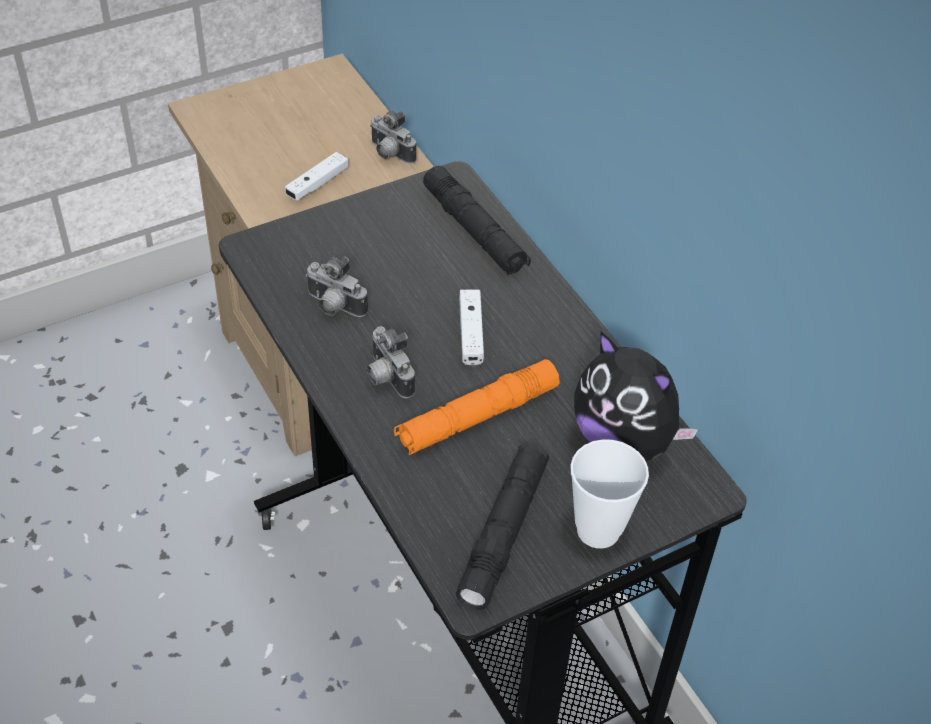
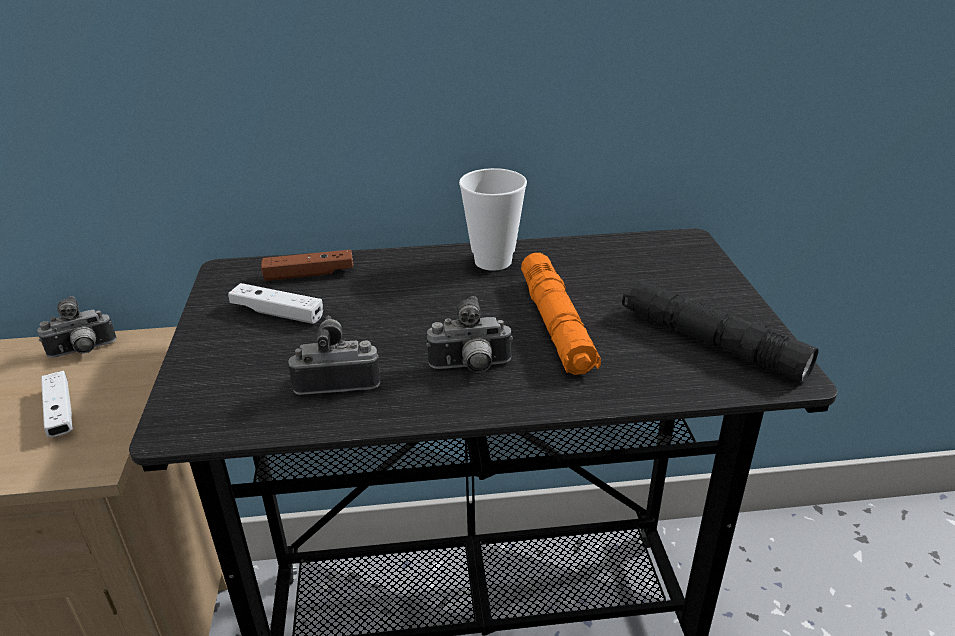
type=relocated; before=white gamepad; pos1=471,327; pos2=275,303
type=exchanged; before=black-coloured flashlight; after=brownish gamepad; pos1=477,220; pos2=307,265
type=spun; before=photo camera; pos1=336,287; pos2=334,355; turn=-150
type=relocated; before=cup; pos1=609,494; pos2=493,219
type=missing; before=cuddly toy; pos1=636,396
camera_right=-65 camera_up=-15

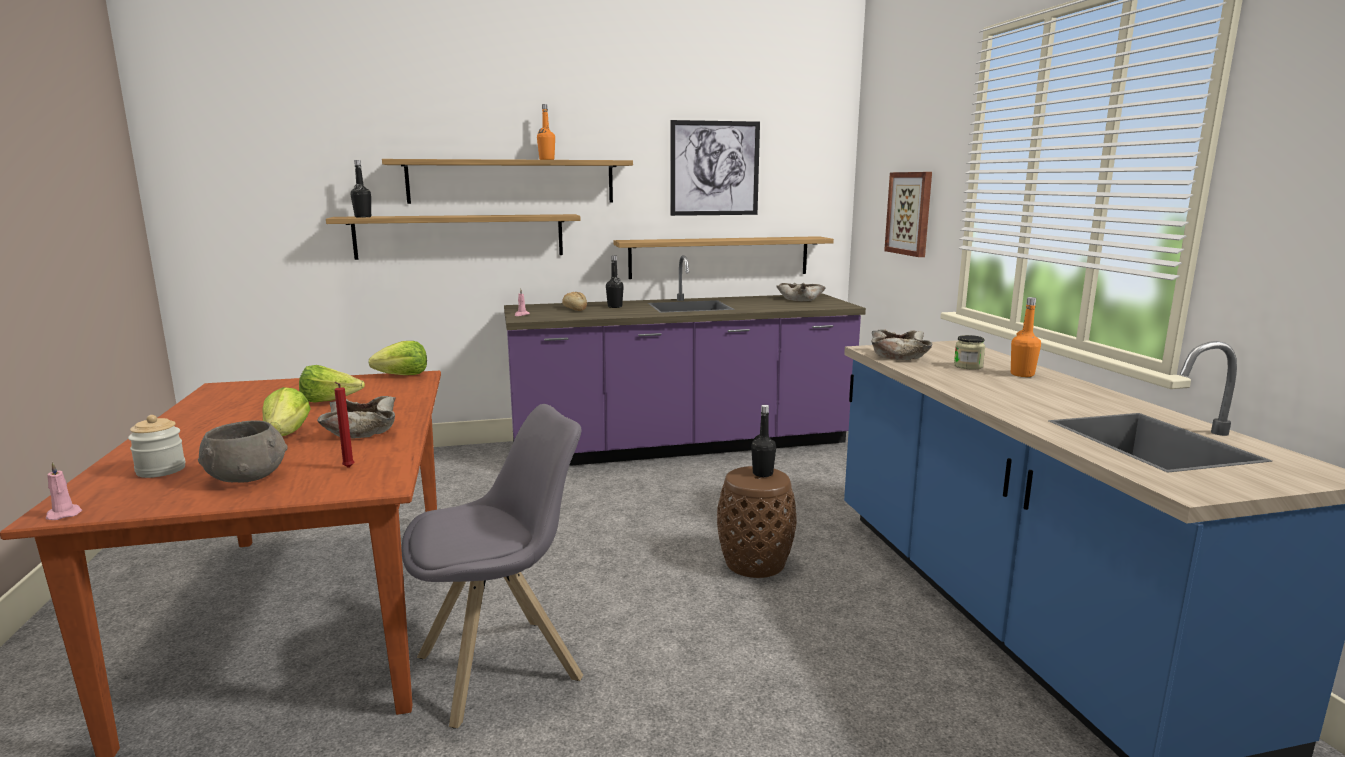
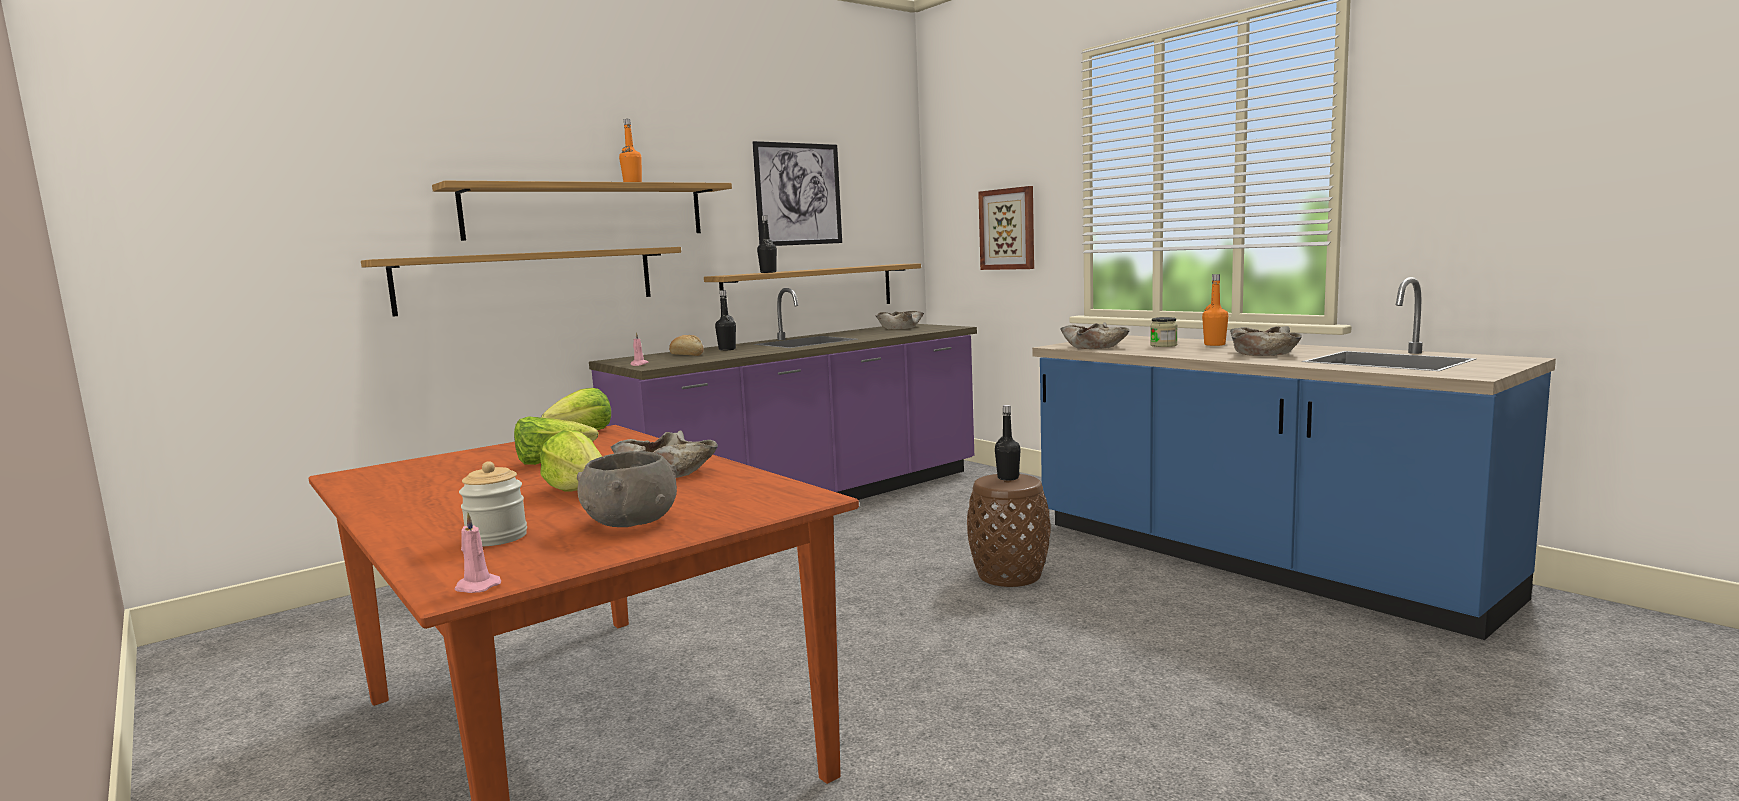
type=relocated; before=black-coloured drink bottle; pos1=360,188; pos2=767,244
type=appeared; after=beige-coloured deep dish; pos2=1266,341
type=missing; before=red-coloured candle; pos1=344,425
type=missing; before=gray chair; pos1=492,566
camera_right=-25 camera_up=-5

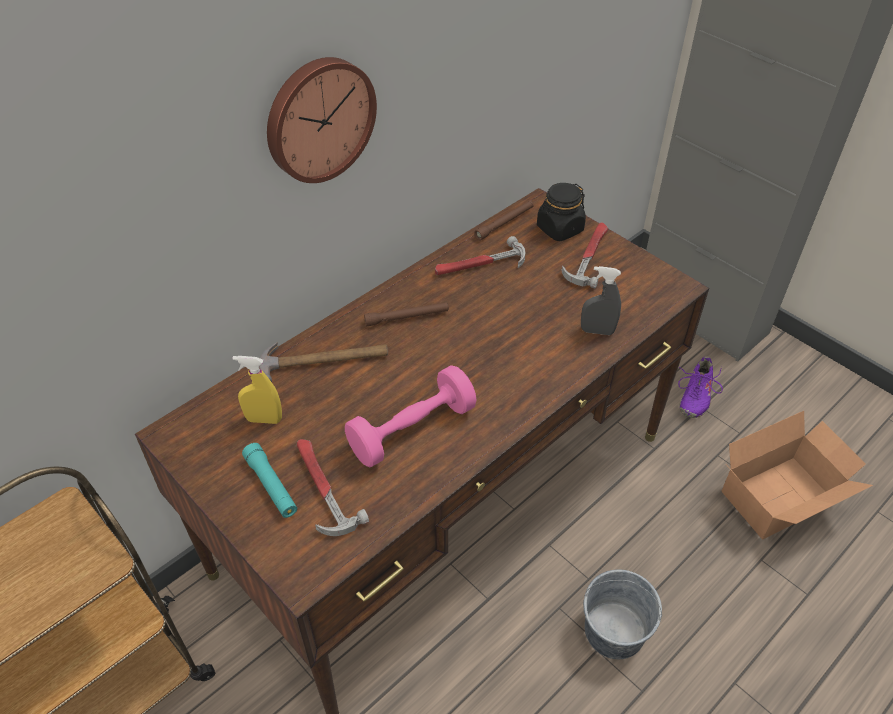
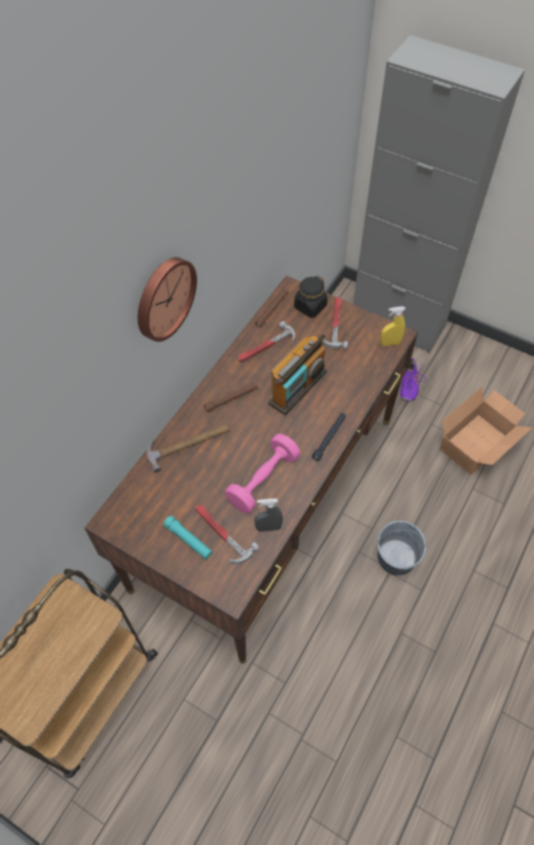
type=relocated; before=gray hand sprayer; pos1=601,300; pos2=268,515
type=appeared; after=radio receiver; pos2=297,374
type=appeared; after=black-coloured flashlight; pos2=329,437
type=relocated; before=yellowish hand sprayer; pos1=257,390; pos2=392,326
camera_right=-15 camera_up=10

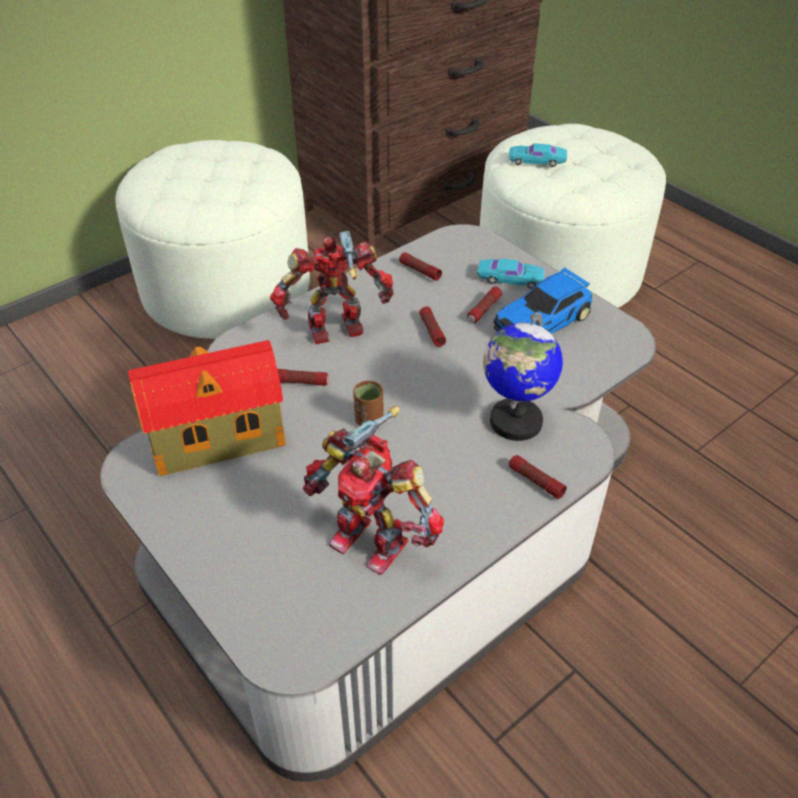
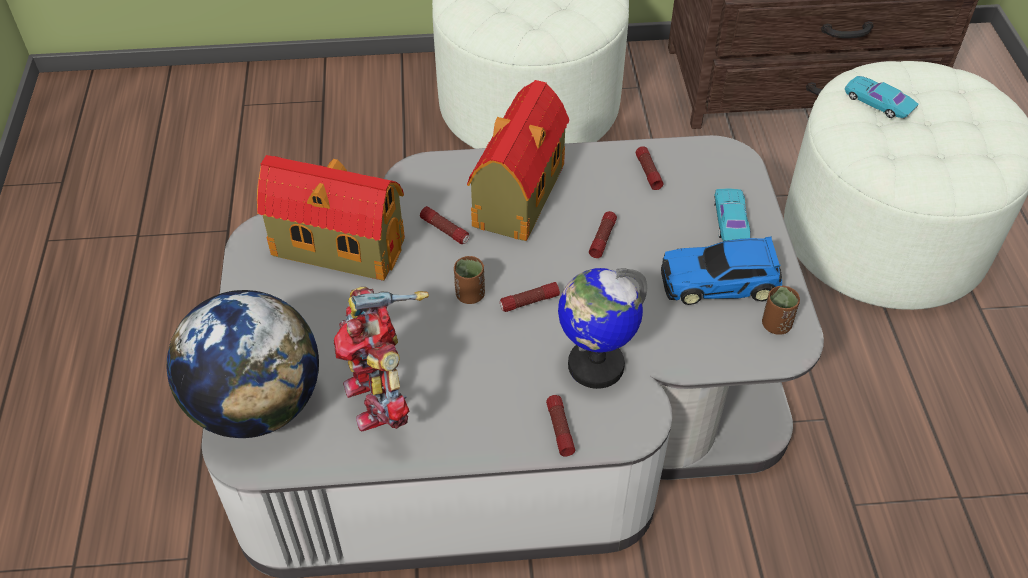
type=appeared; after=desk globe; pos2=243,364
type=exchanged; before=toy robot; after=miniature house; pos1=332,287; pos2=518,160
type=relocated; before=flashlight; pos1=484,305; pos2=530,297
type=spun; before=turquoise-coloured model car; pos1=511,274; pos2=732,214; turn=-135
type=appeared; after=brownish cup; pos2=781,310
camera_right=35 camera_up=5

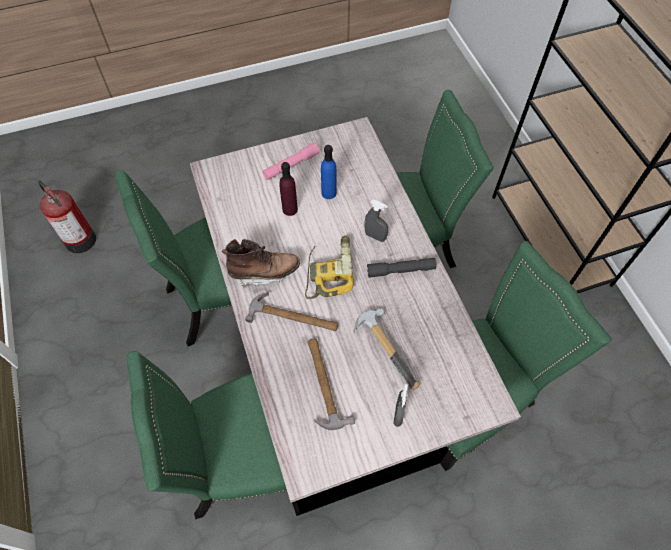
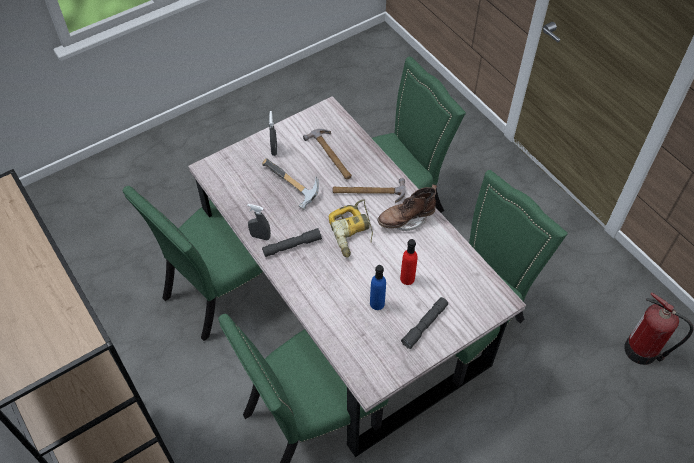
type=relocated; before=gray hand sprayer; pos1=376,221; pos2=259,222
type=colour; before=purple drink bottle; after=red-coloured drink bottle; pos1=288,189; pos2=409,262
type=colour; before=pink-coloured flashlight; after=gray flashlight; pos1=291,161; pos2=424,323
camera_right=165 camera_up=-5

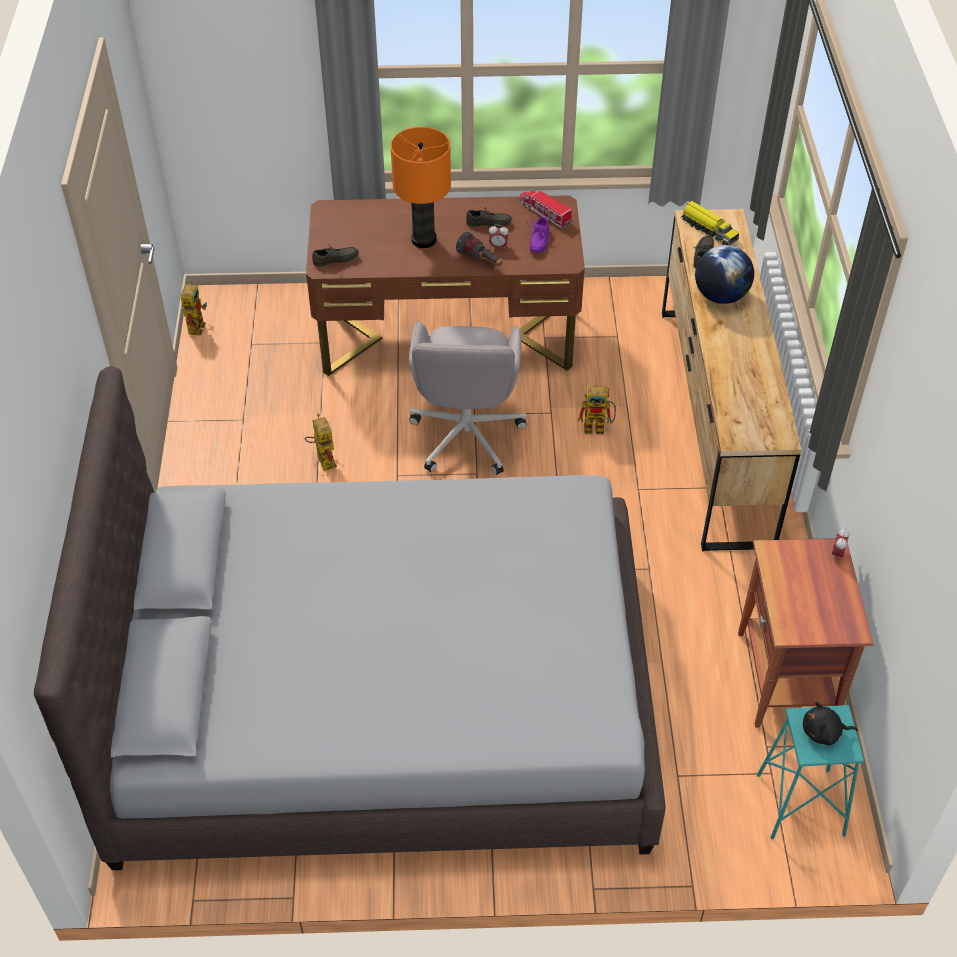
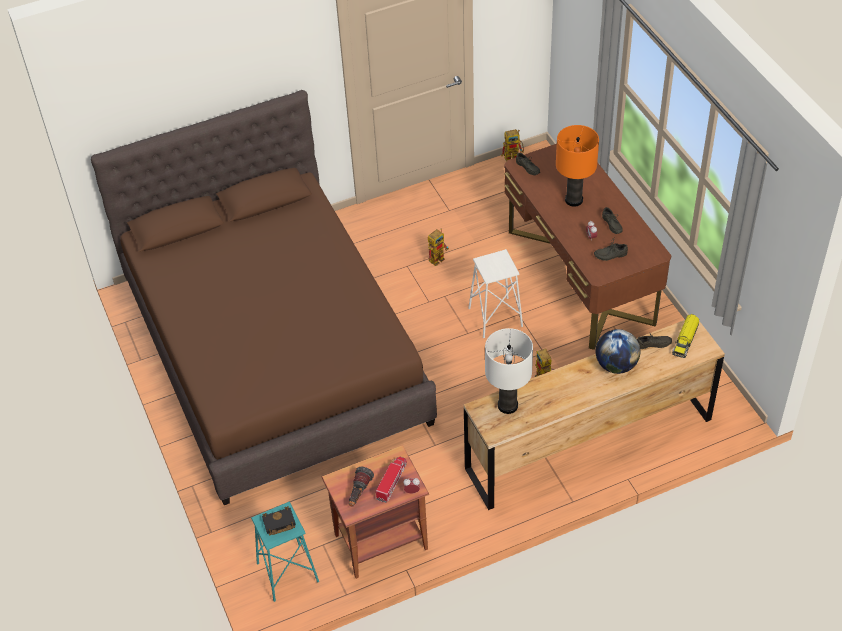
type=colour; before=gray sleeping bed; after=brownish sleeping bed; pos1=350,618; pos2=264,297
type=exchanged; before=black-coloured cuddly toy; after=black-coloured volume; pos1=830,723; pos2=279,520
type=relocated; before=flashlight; pos1=479,249; pos2=361,487
type=relocated; before=toy truck; pos1=545,208; pos2=391,480
type=exchanged; before=gray office chair; after=white stool seat; pos1=468,398; pos2=495,293
type=appeared; after=white table lamp; pos2=509,371
type=colour; before=purple low shoe; after=gray low shoe; pos1=538,235; pos2=611,249
camera_right=70 camera_up=0

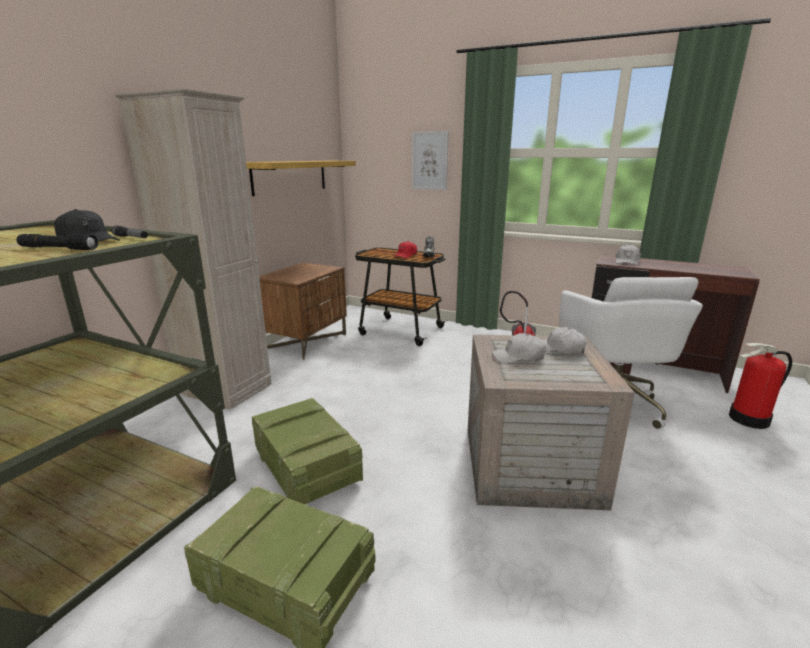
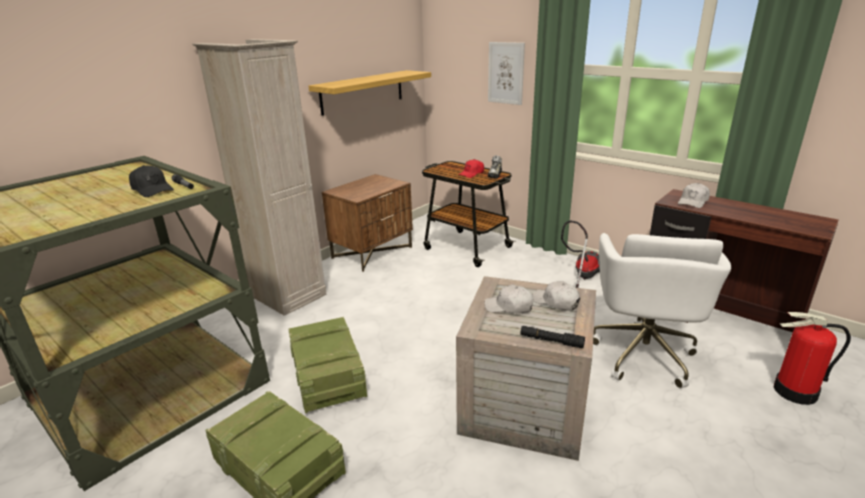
type=relocated; before=black-coloured flashlight; pos1=57,242; pos2=552,337
camera_right=15 camera_up=5

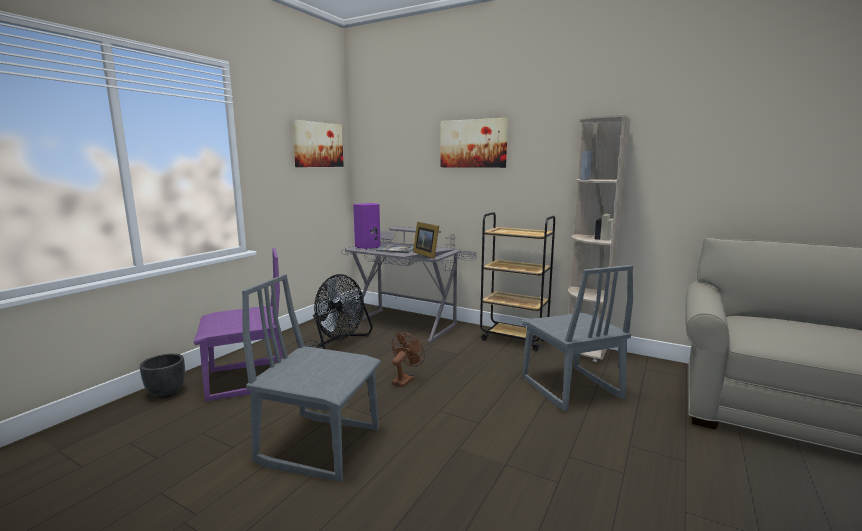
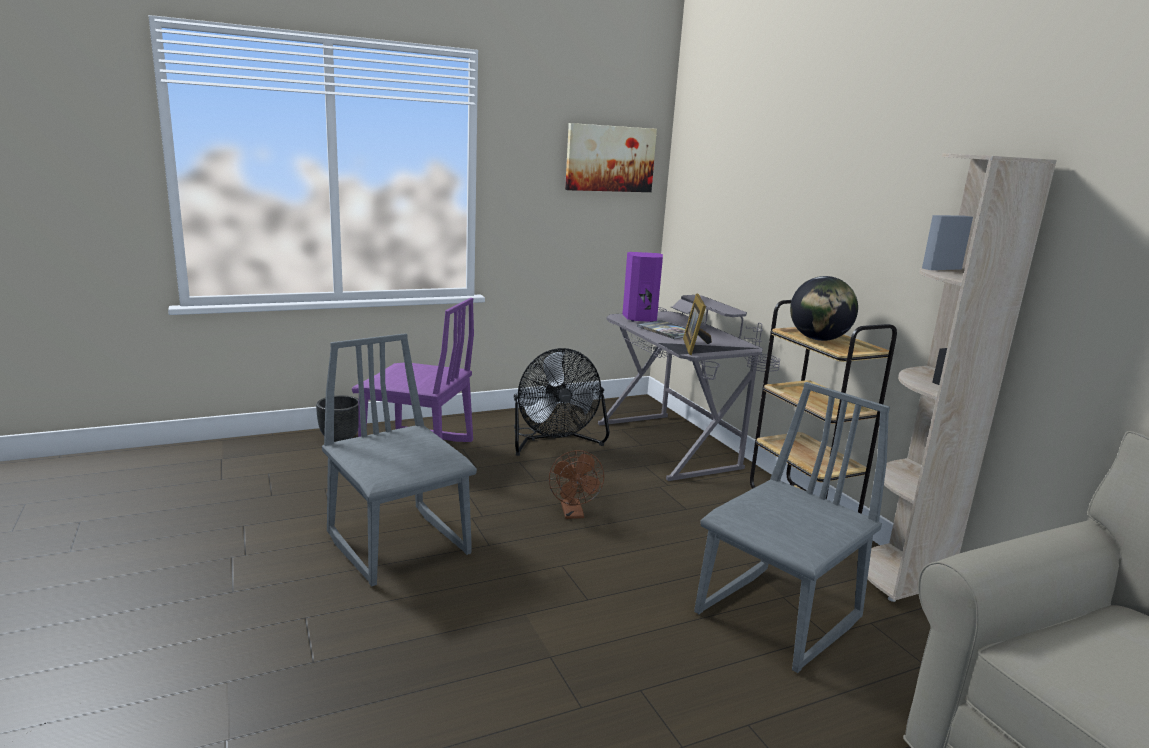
type=spun; before=brownish fan; pos1=408,359; pos2=576,484; turn=105
type=spun; before=gray chair; pos1=577,338; pos2=792,527; turn=-150
type=appeared; after=desk globe; pos2=824,308
type=missing; before=wall art; pos1=474,143
camera_right=35 camera_up=5

